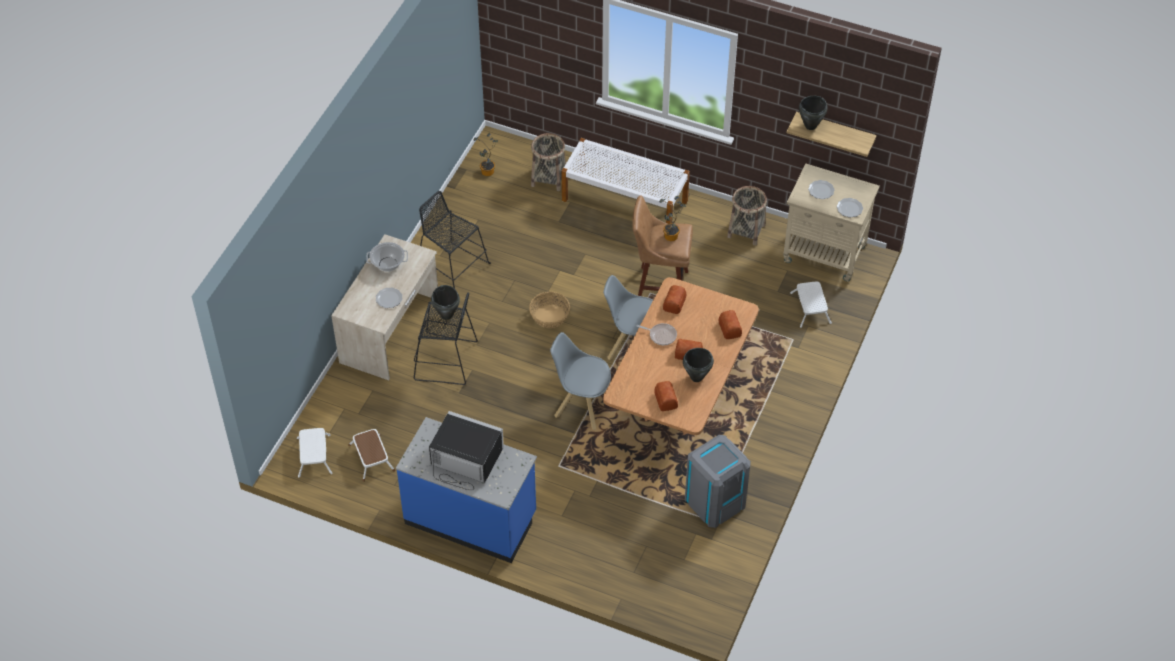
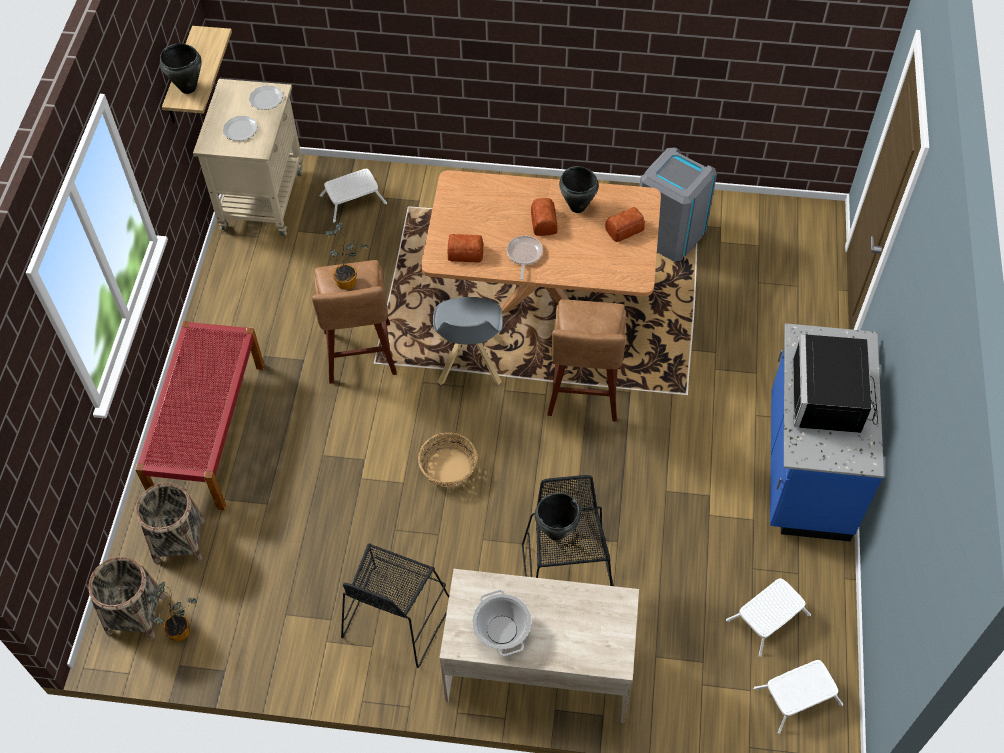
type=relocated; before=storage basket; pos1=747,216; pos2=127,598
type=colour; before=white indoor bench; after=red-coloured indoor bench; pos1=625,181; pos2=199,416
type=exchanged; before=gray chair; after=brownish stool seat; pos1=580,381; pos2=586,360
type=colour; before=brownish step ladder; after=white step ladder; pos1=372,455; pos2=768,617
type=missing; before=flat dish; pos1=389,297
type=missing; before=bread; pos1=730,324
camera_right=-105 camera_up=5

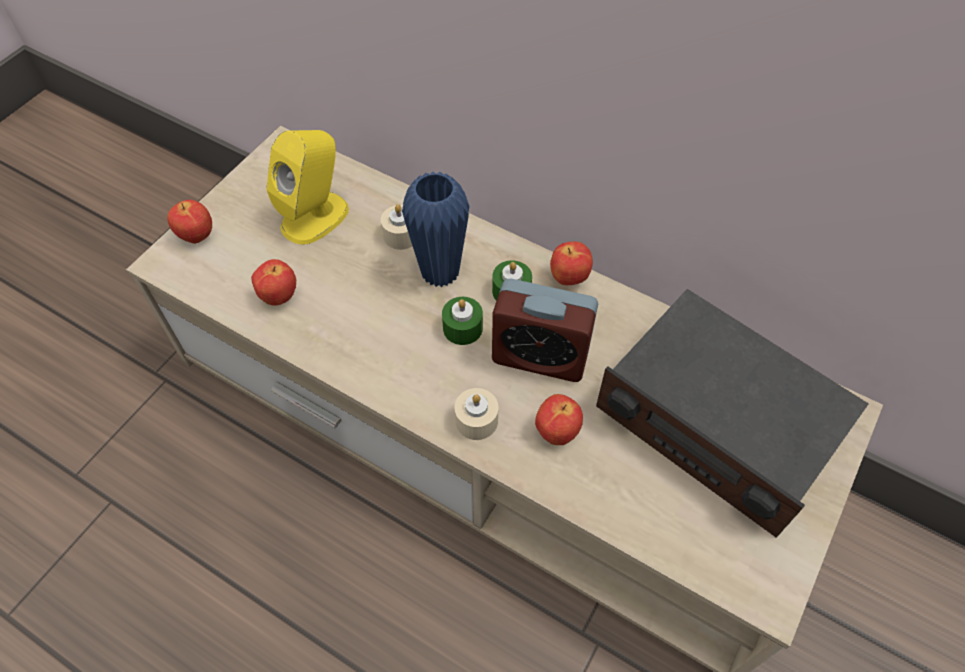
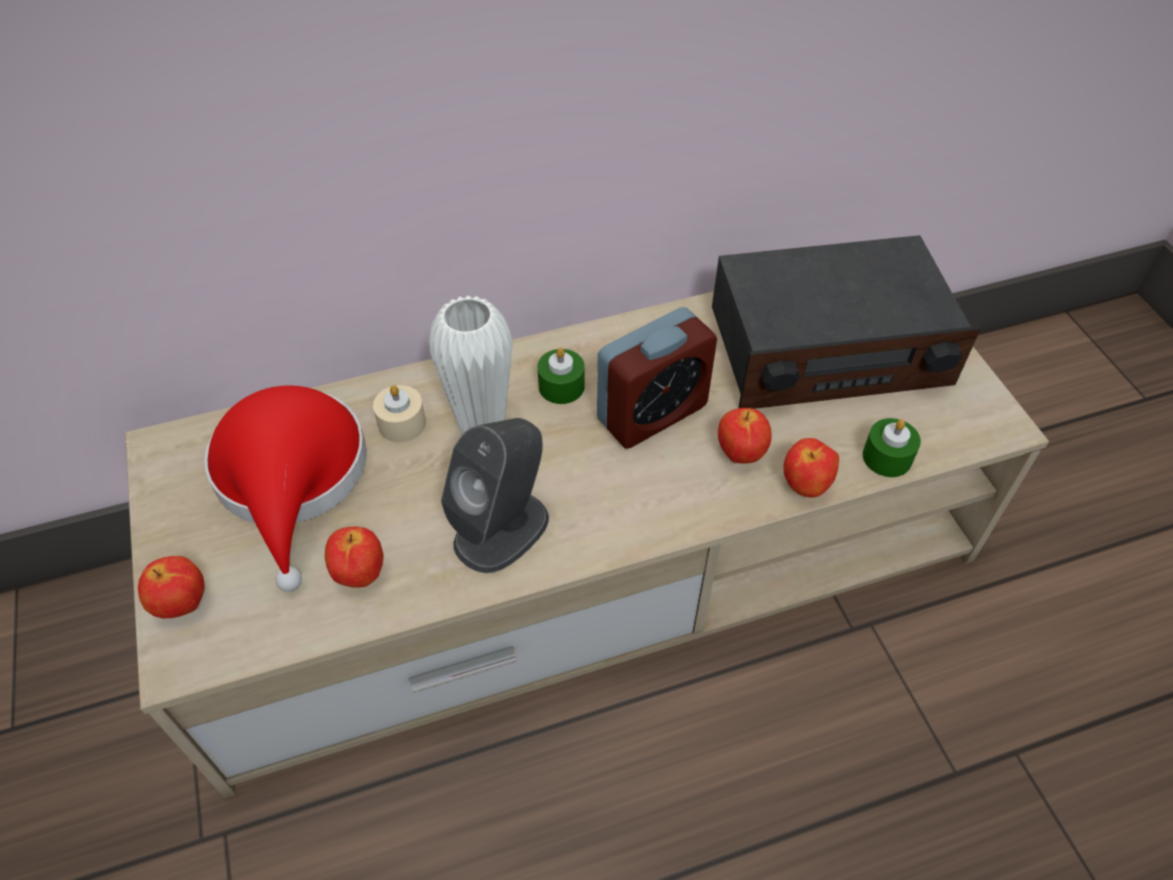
type=exchanged; before=yellowish audio speaker; after=red-coloured hat; pos1=307,187; pos2=286,489
type=colour; before=blue vase; after=white vase; pos1=436,229; pos2=470,364
type=appeared; after=gray audio speaker; pos2=495,495
type=relocated; before=whole apple; pos1=571,263; pos2=811,467
type=relocated; before=green-coloured candle; pos1=462,321; pos2=892,447
type=missing; before=beige-coloured candle; pos1=476,414
camera_right=-50 camera_up=-5

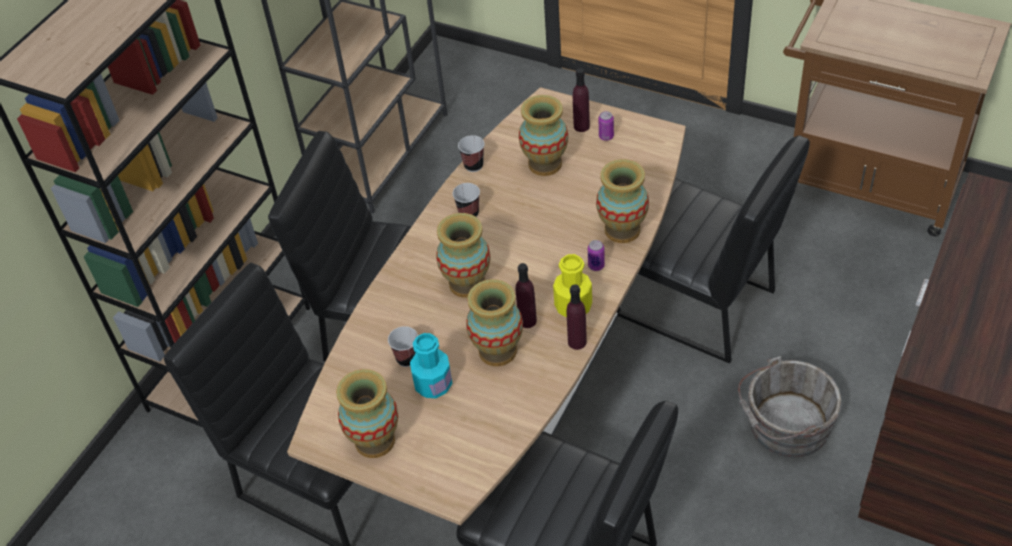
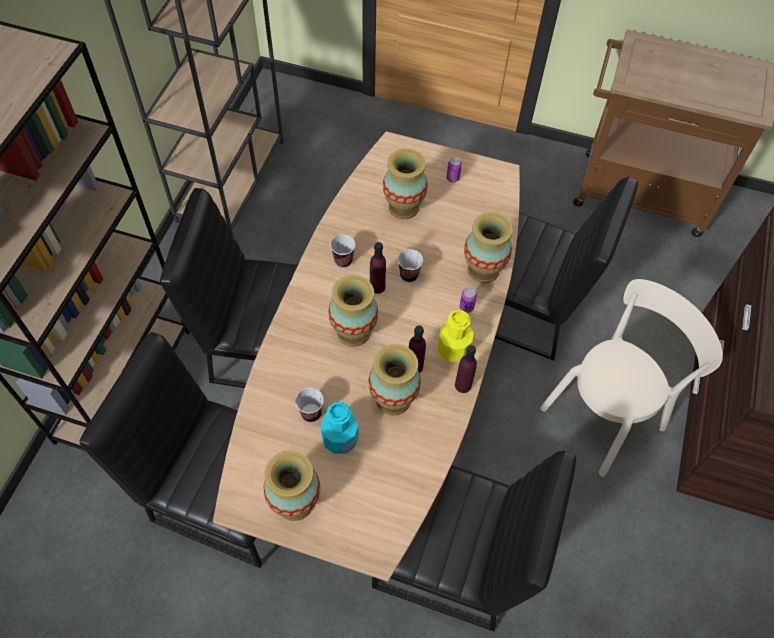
type=relocated; before=purple drink bottle; pos1=581,100; pos2=378,268
type=relocated; before=cup; pos1=471,153; pos2=410,266
type=exchanged; before=gray water bucket; after=beige-coloured chair; pos1=790,407; pos2=631,378
camera_right=-15 camera_up=10

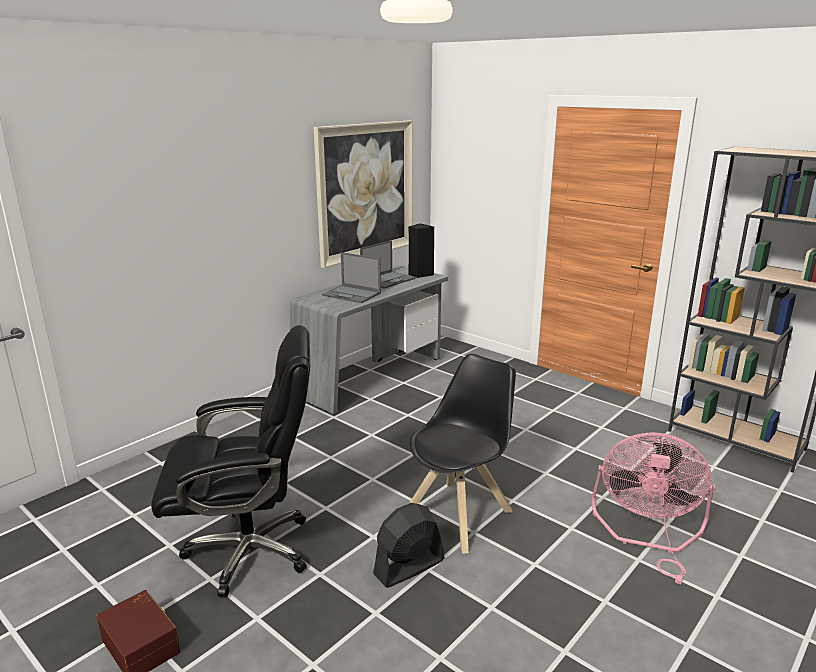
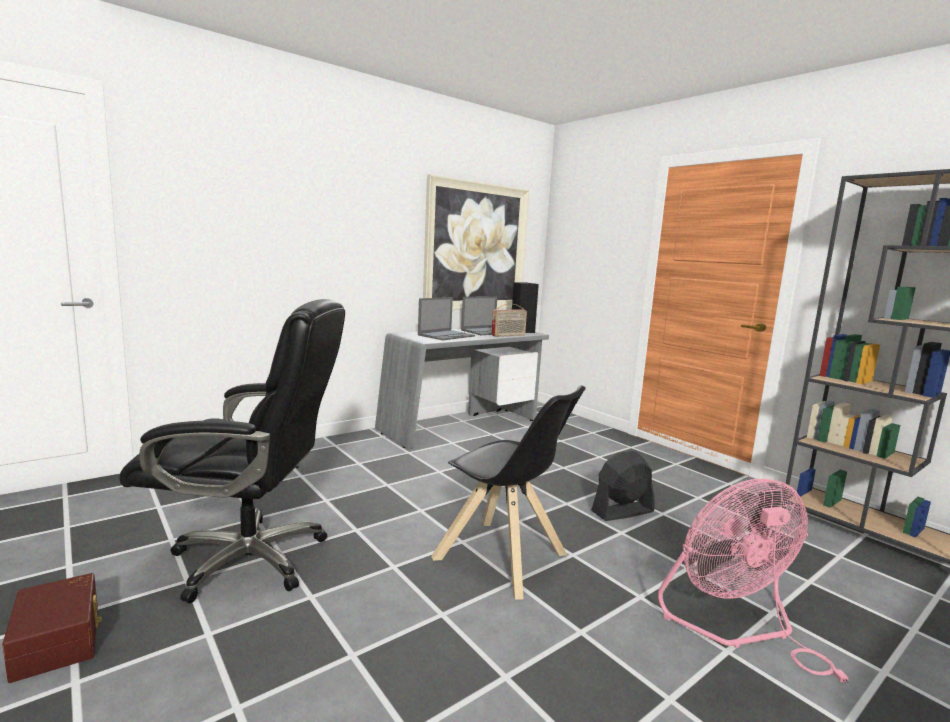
type=spun; before=portable computer; pos1=351,277; pos2=446,318; turn=-90
type=spun; before=black-coloured chair; pos1=462,454; pos2=508,492; turn=75
type=appeared; after=radio receiver; pos2=509,320
type=relocated; before=black-coloured fan; pos1=408,545; pos2=622,486
type=spun; before=pink-coloured fan; pos1=653,508; pos2=753,581; turn=-45
camera_right=10 camera_up=-10

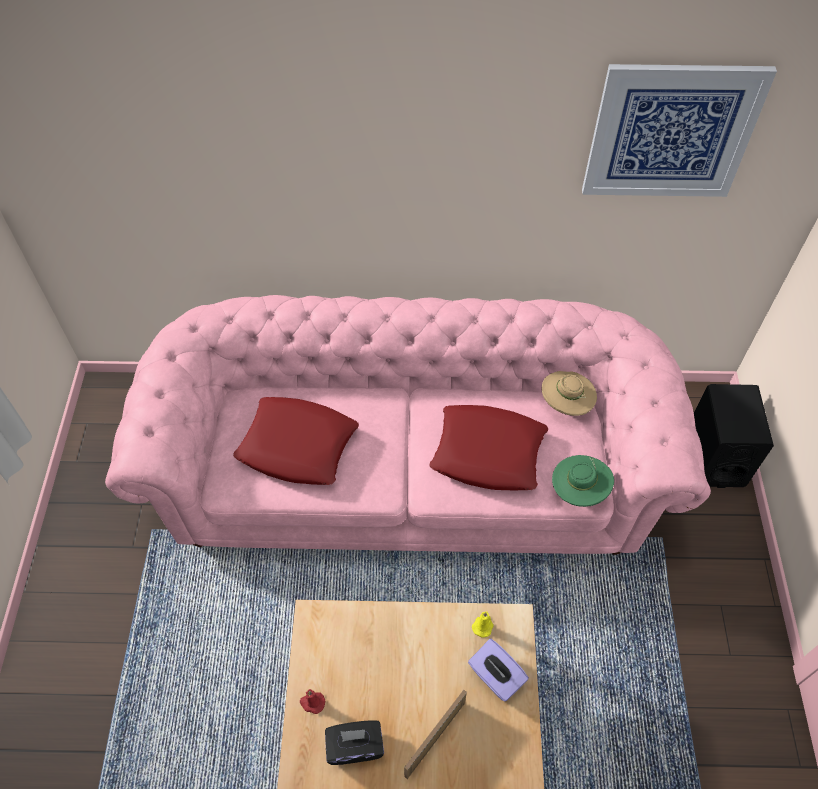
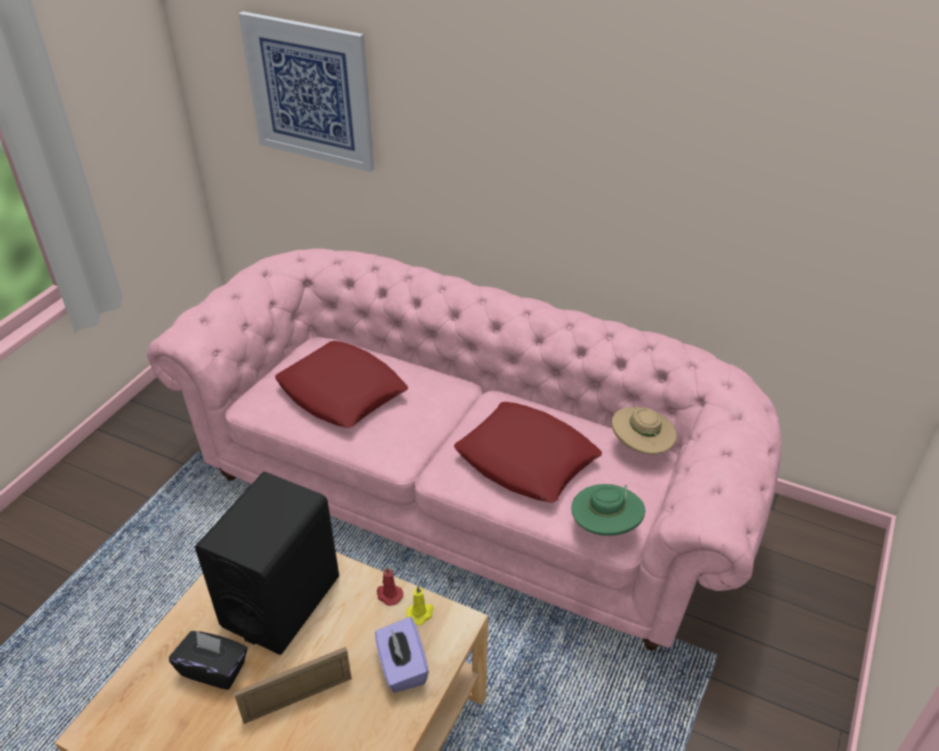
type=relocated; before=black-coloured audio speaker; pos1=734,436; pos2=267,563
type=relocated; before=wall art; pos1=679,130; pos2=306,91
type=relocated; before=red-coloured candle; pos1=312,701; pos2=390,586
camera_right=25 camera_up=-15

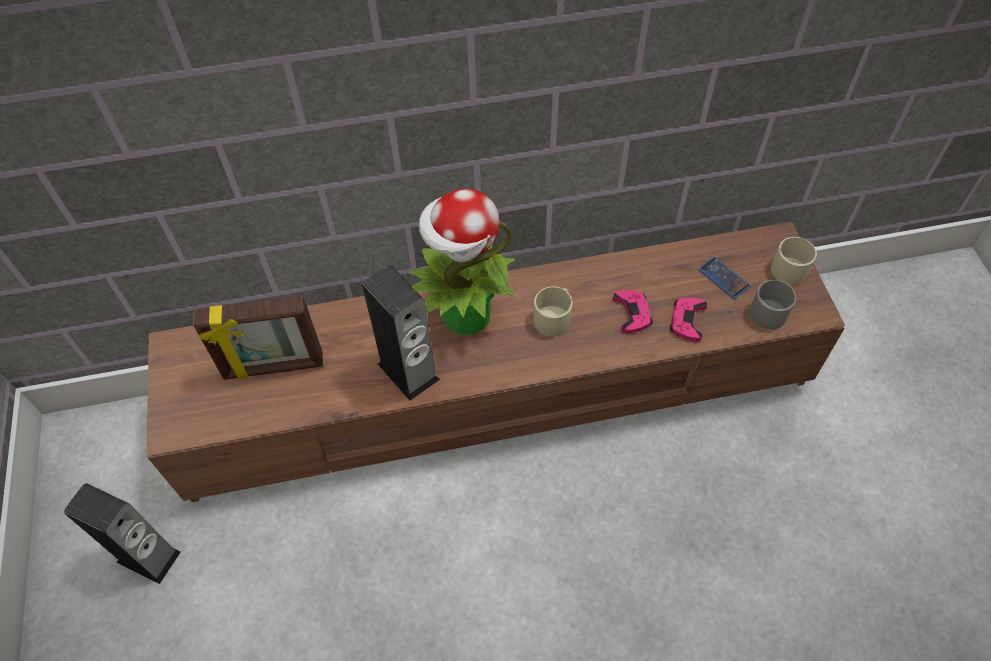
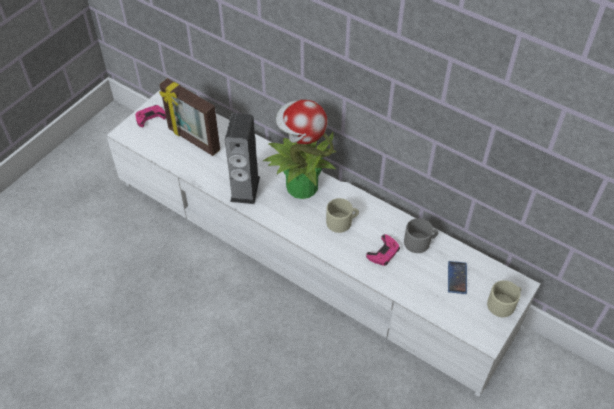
type=colour; before=brownish media console; after=white media console; pos1=496,362; pos2=323,243
type=relocated; before=pink-coloured gamepad; pos1=688,319; pos2=151,116
type=relocated; before=gray tea mug; pos1=773,305; pos2=421,235
type=missing; before=audio speaker; pos1=122,533
camera_right=45 camera_up=-5

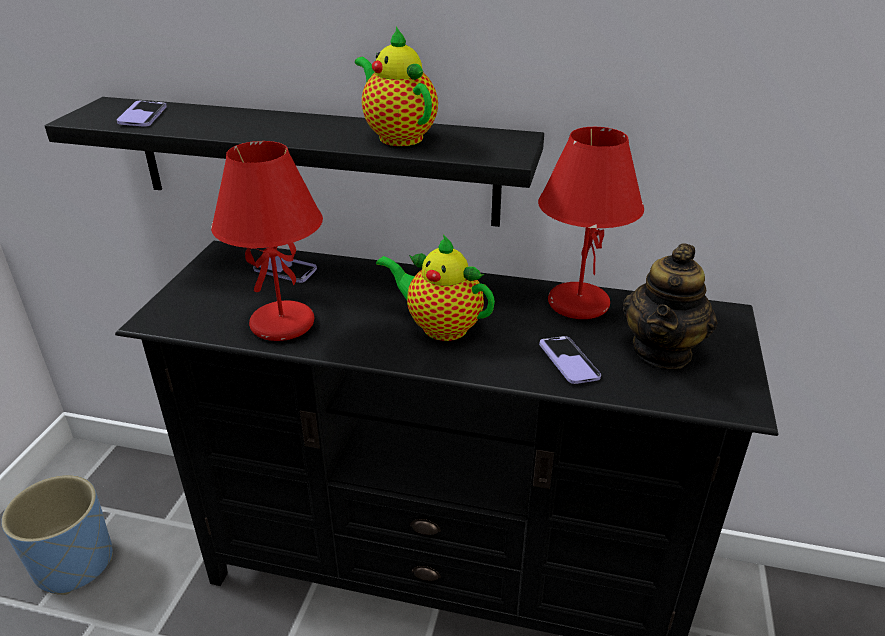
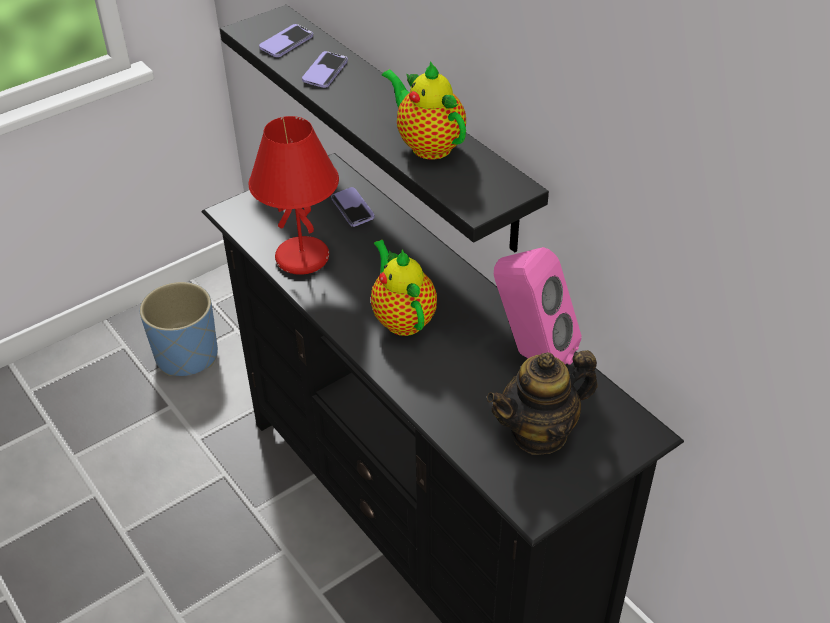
type=relocated; before=handset; pos1=570,360; pos2=325,69
type=spun; before=teapot; pos1=396,86; pos2=424,110; turn=-45
type=exchanged; before=red-coloured table lamp; after=pink-coloured audio speaker; pos1=591,223; pos2=538,306
camera_right=40 camera_up=10

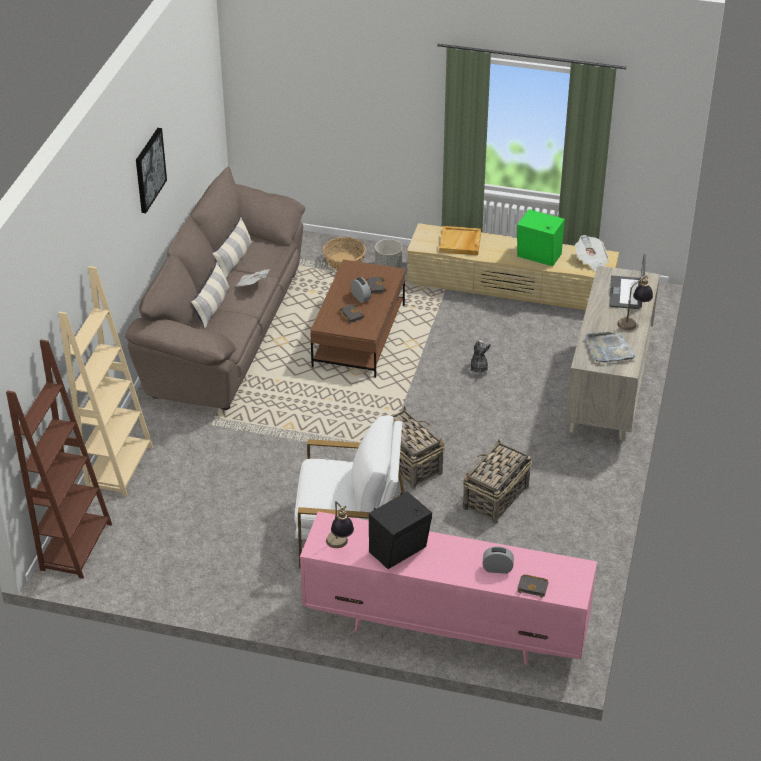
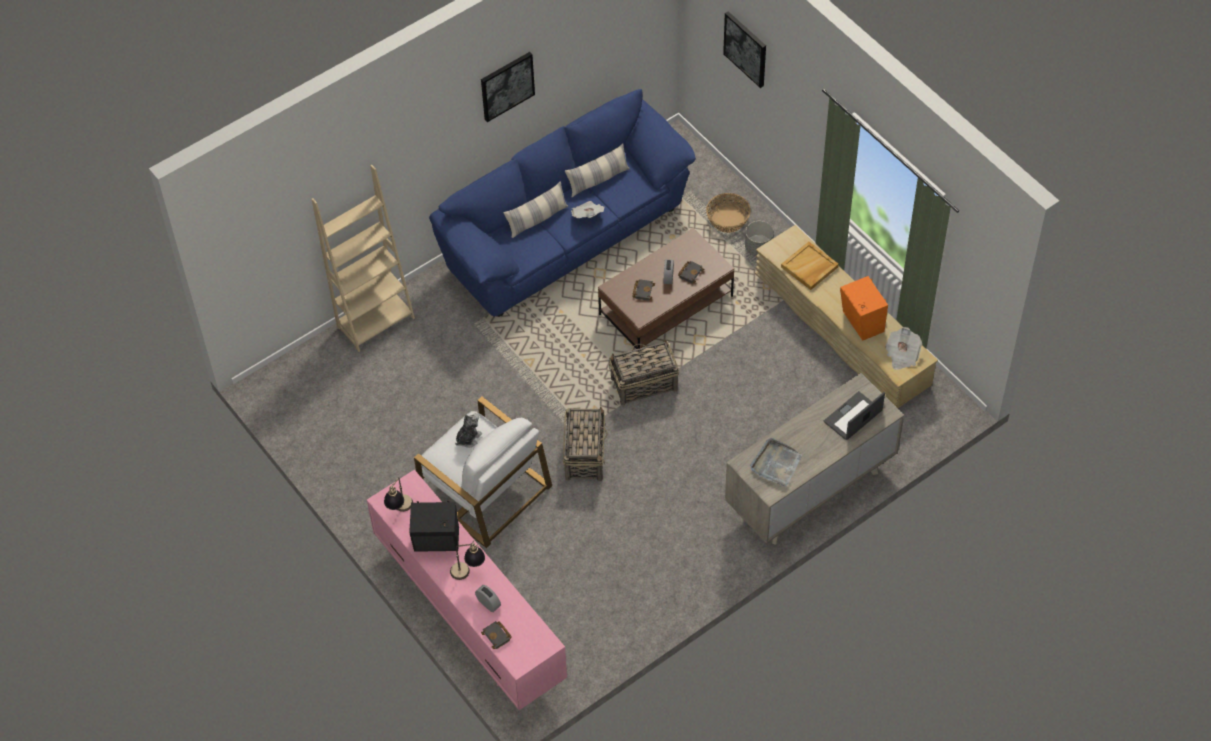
type=colour; before=brownish sofa; after=blue sofa; pos1=215,288; pos2=562,203
type=relocated; before=table lamp; pos1=635,301; pos2=467,560
type=relocated; before=cuddly toy; pos1=479,357; pos2=468,430
type=relocated; before=storage basket; pos1=497,481; pos2=644,372
type=appeared; after=wall art; pos2=744,49
type=colour; before=green-coloured audio speaker; after=orange audio speaker; pos1=541,237; pos2=864,308
type=missing; before=brownish bookcase; pos1=59,459
camera_right=40 camera_up=15

